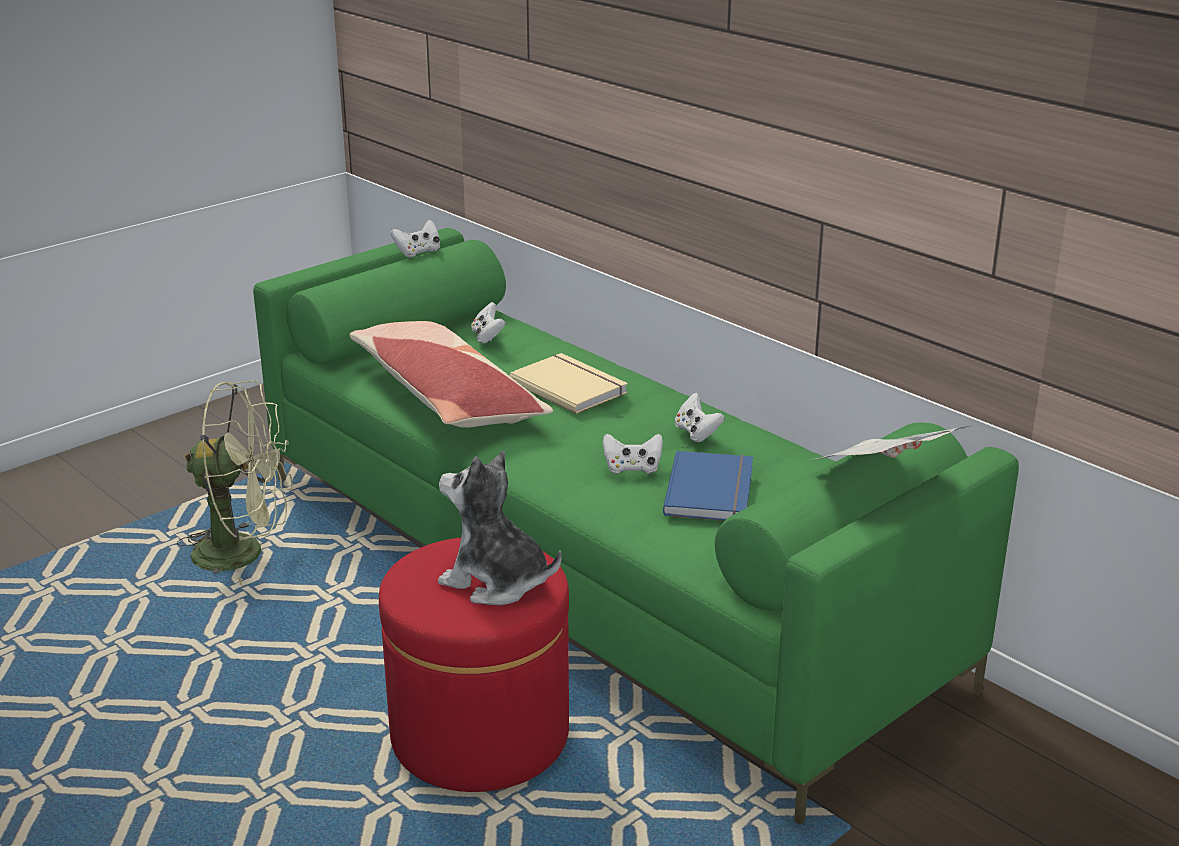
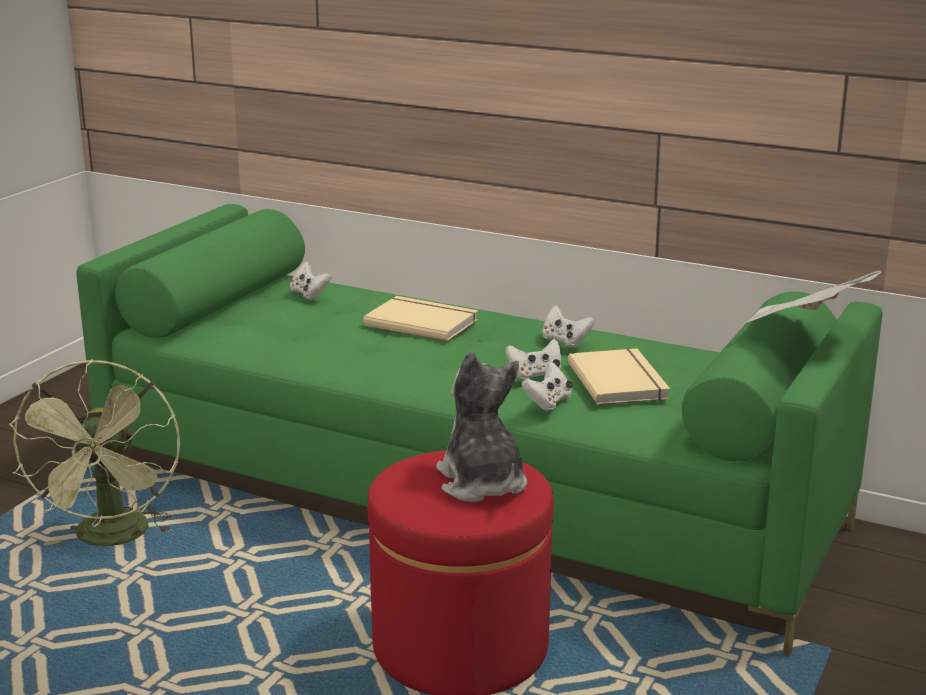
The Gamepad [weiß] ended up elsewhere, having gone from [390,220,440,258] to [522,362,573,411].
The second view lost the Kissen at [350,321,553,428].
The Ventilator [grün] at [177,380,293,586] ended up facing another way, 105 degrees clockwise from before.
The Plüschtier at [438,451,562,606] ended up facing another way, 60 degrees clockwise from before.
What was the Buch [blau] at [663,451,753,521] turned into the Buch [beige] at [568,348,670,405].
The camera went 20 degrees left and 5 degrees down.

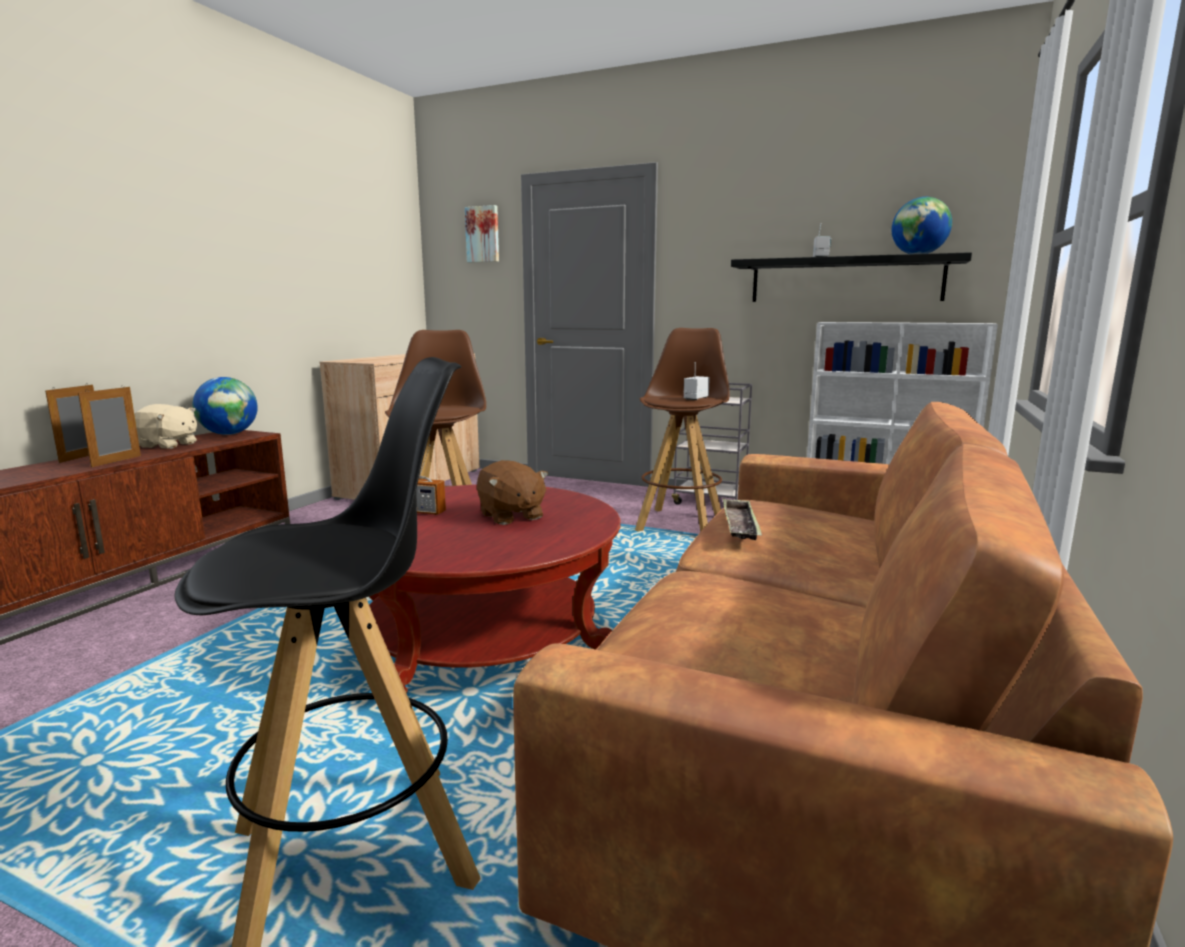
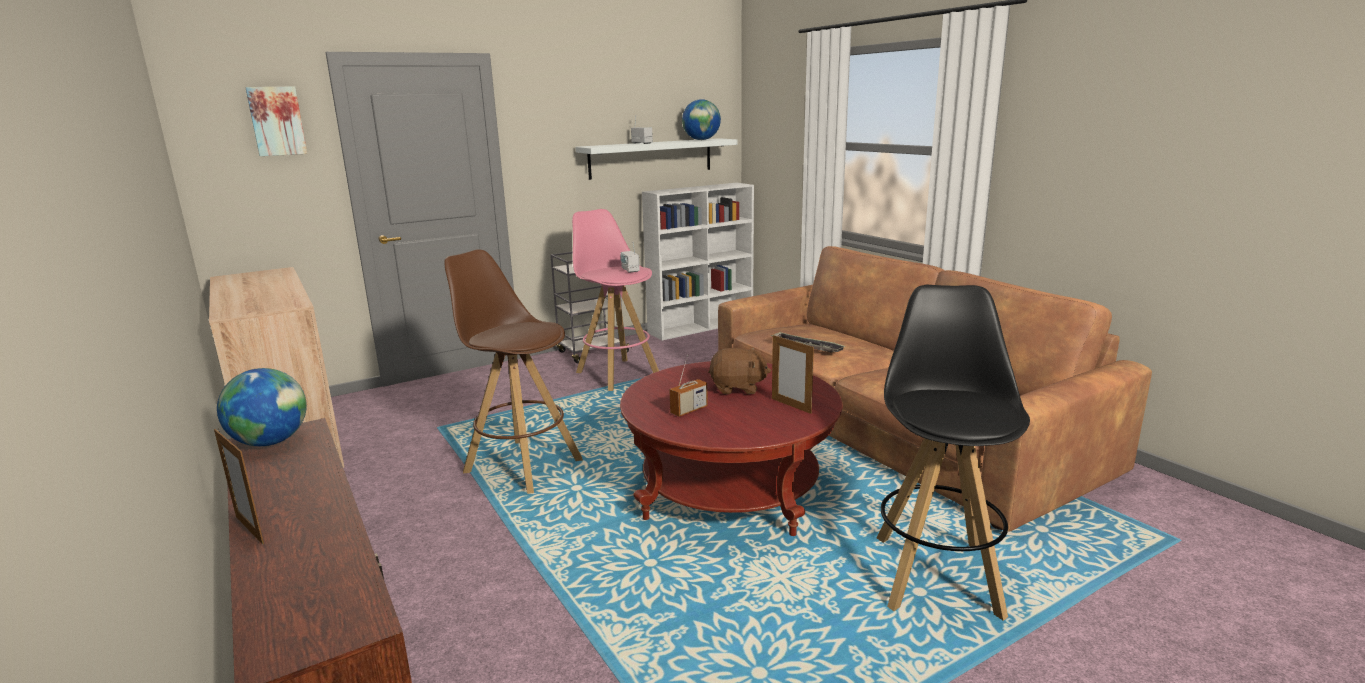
What was the Wandregal [schwarz] at [731,252,972,302] turned into the Wandregal [weiß] at [576,138,737,180].
What was the Hocker [braun] at [635,328,730,532] turned into the Hocker [rosa] at [572,209,659,391].
The Bilderrahmen ended up elsewhere, having gone from [78,385,141,467] to [772,335,814,414].
The second view lost the Plüschtier [beige] at [134,404,197,449].
The camera went 55 degrees left and 5 degrees up.

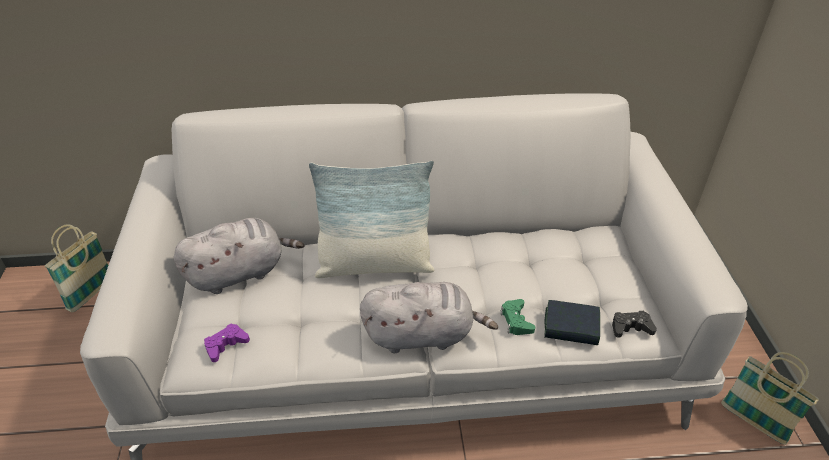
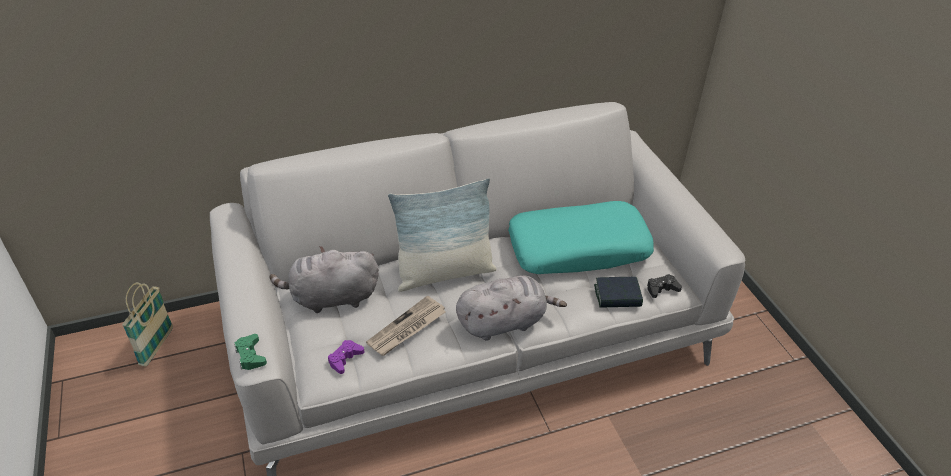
The Plüschtier [grau] at [174,218,305,294] ended up facing another way, 150 degrees counterclockwise from before.
The Gamepad [grün] ended up elsewhere, having gone from [500,299,535,335] to [234,334,267,370].
The second view lost the Korb at [721,352,819,445].
The second view gained the Kissen [türkis] at [508,201,654,274].
The second view gained the Zeitung at [366,296,446,356].
The camera went 15 degrees left and 0 degrees up.

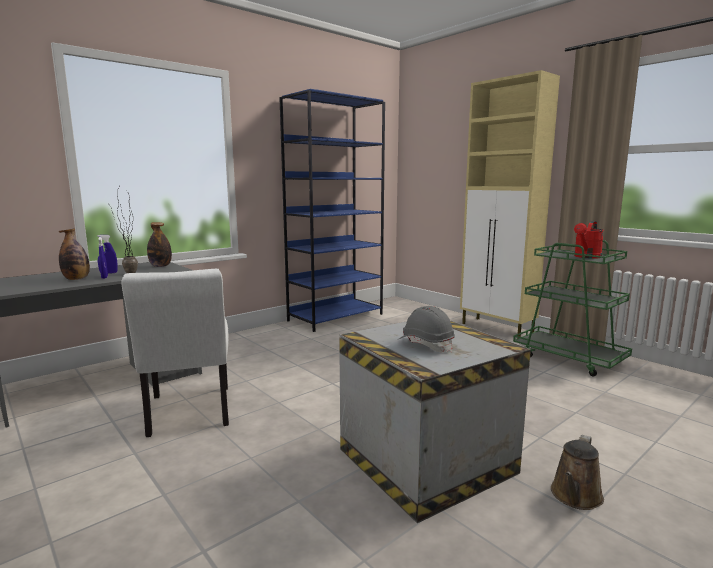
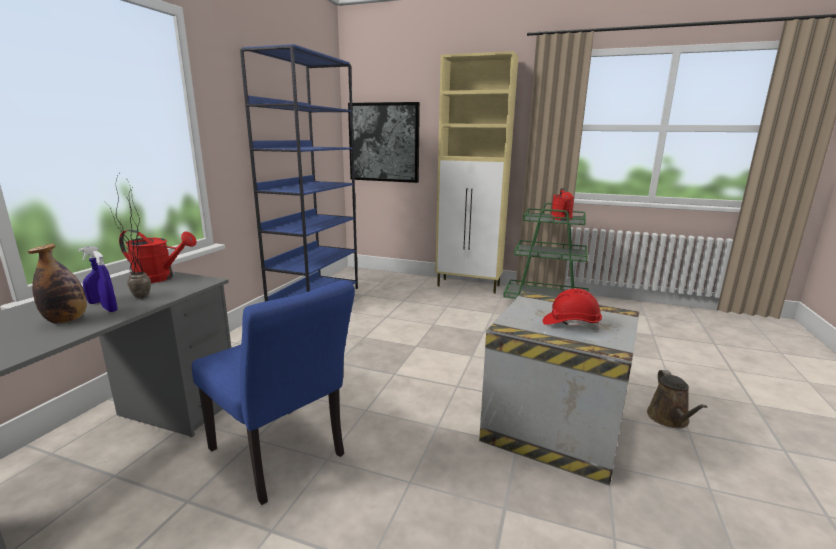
Where the Flasche stood at [147,222,172,267], the Gießkanne [rot] came to stand at [119,230,197,283].
What was the Stuhl [weiß] at [121,269,229,437] turned into the Stuhl [blau] at [192,280,355,505].
What was the Schutzhelm [grau] at [399,306,455,352] turned into the Schutzhelm [rot] at [543,288,602,330].
The second view gained the Bild at [348,102,420,183].
The camera went 30 degrees left and 5 degrees up.

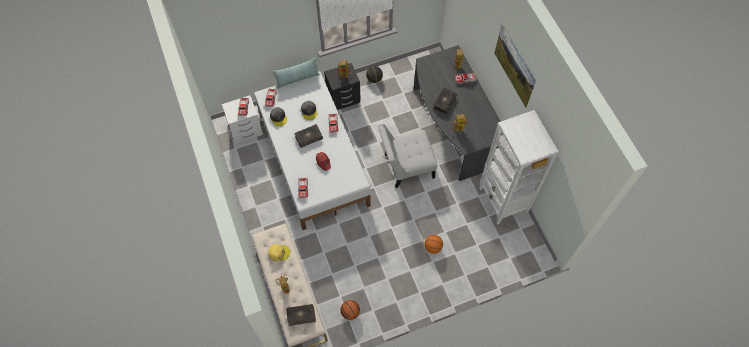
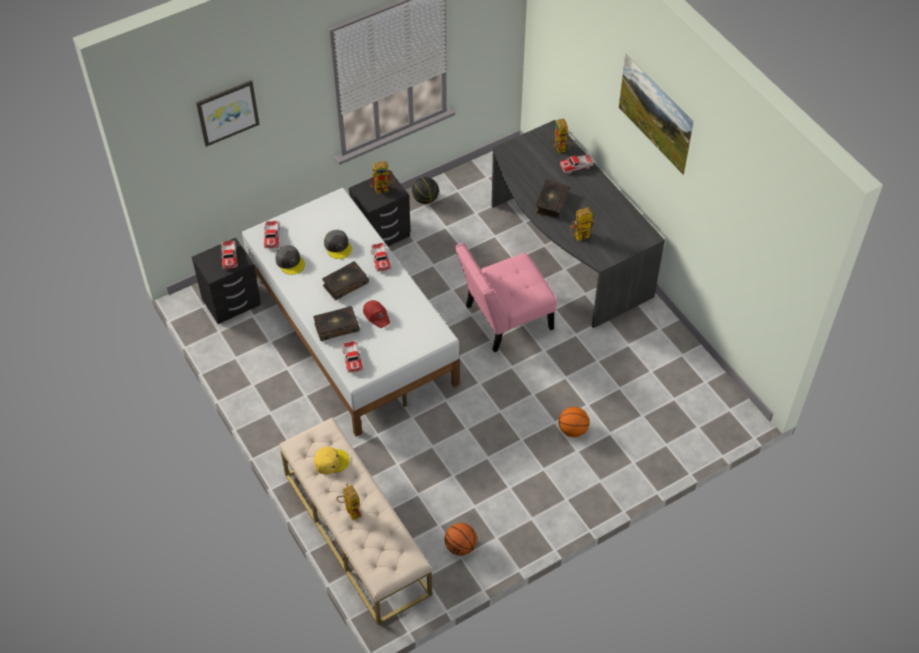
The second view lost the Kissen at [272,57,320,89].
What was the Nachttisch [weiß] at [222,95,263,144] turned into the Nachttisch [schwarz] at [192,238,261,324].
The second view lost the Bücherregal [weiß] at [479,110,559,225].
What was the Stuhl [weiß] at [378,124,437,188] turned into the Stuhl [rosa] at [455,243,557,352].
The Buch ended up elsewhere, having gone from [286,304,316,326] to [313,306,360,341].
The second view gained the Bild at [196,80,260,147].
The camera went 10 degrees left and 10 degrees down.

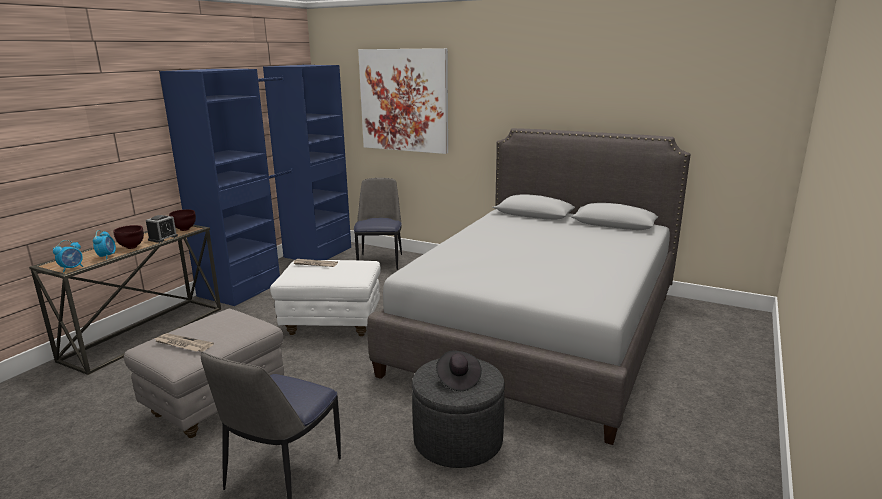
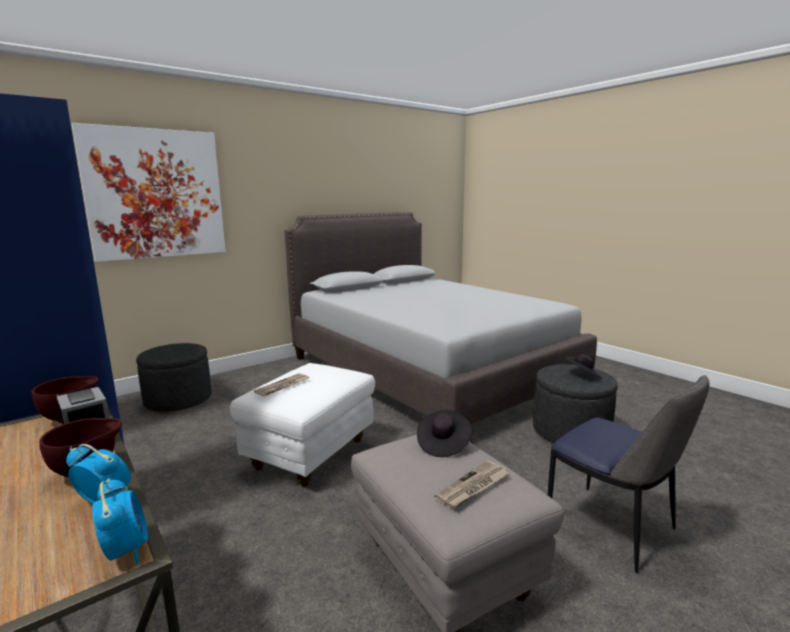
Where the Stuhl stood at [354,178,402,270], the Polsterhocker [grau] came to stand at [136,343,212,412].
The second view gained the Hut [schwarz] at [417,410,472,457].
The camera went 65 degrees left and 5 degrees down.

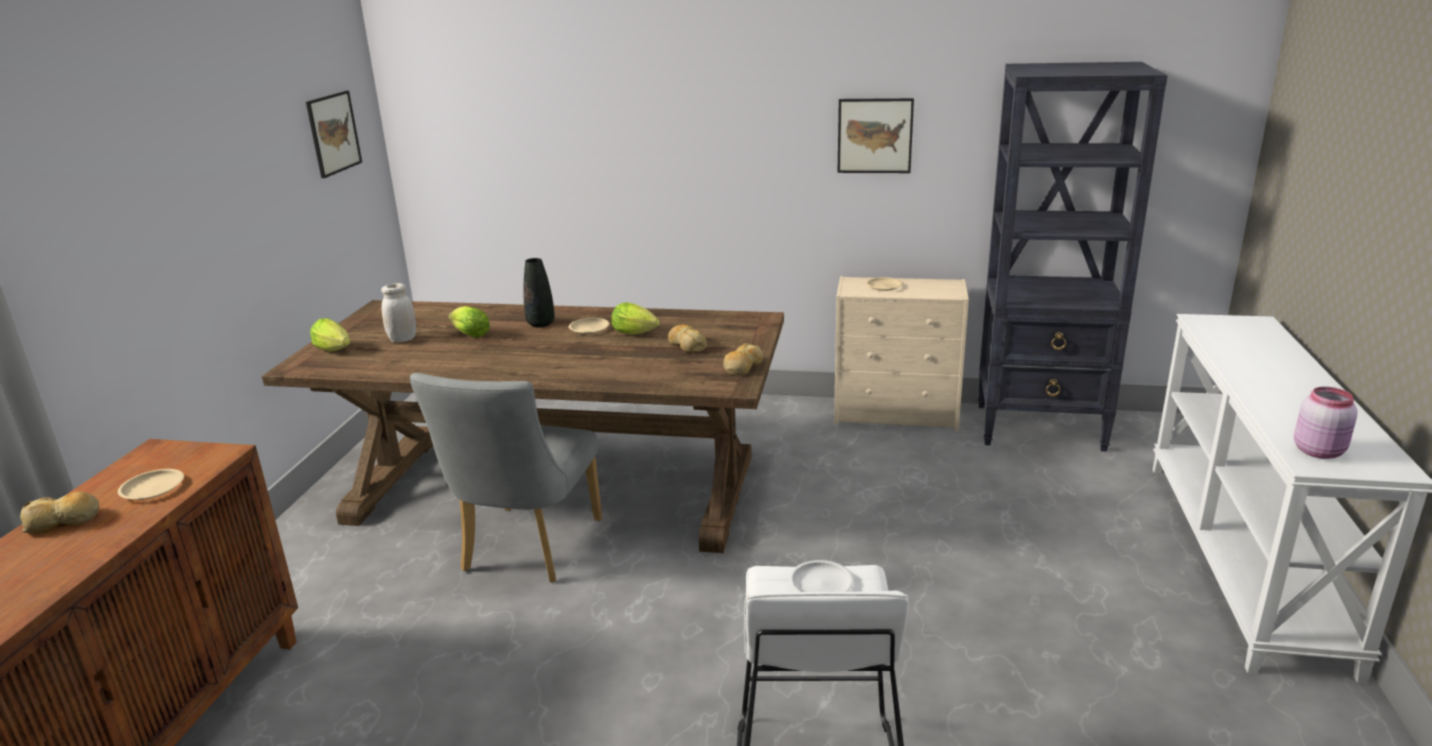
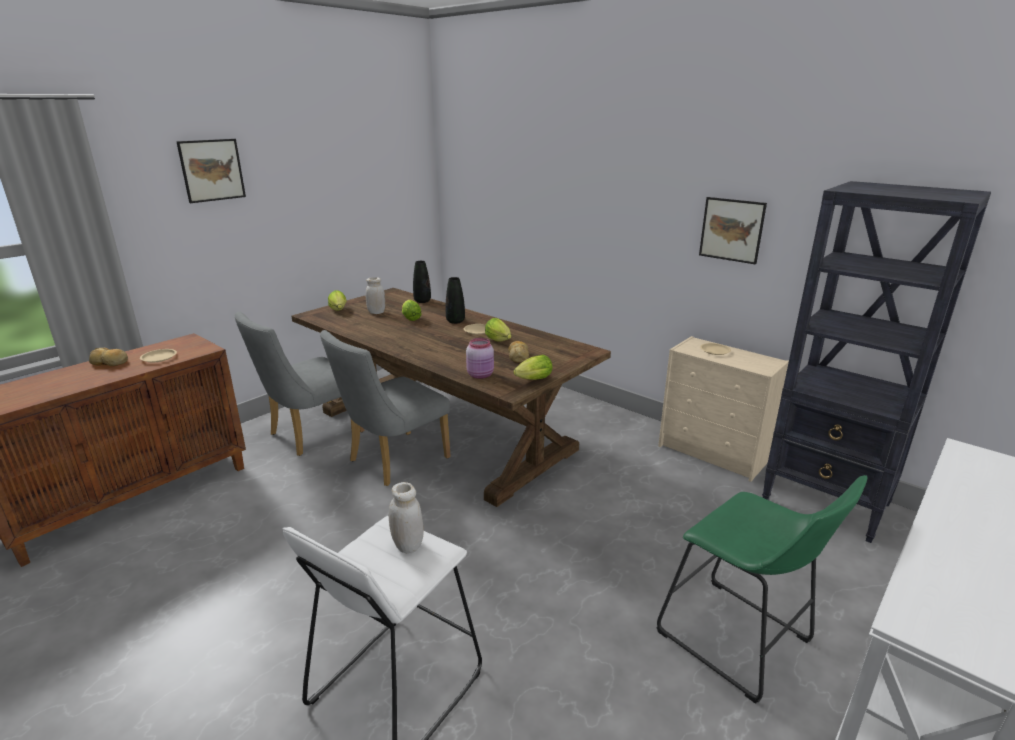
The Bild ended up elsewhere, having gone from [306,91,362,178] to [176,139,246,203].
Where the Brot stood at [724,343,763,376], the Salatkopf came to stand at [513,355,552,380].
The Vorratsglas [rosa] ended up elsewhere, having gone from [1294,387,1357,459] to [466,338,494,379].
Where the Teller [weiß] stood at [789,560,854,592], the Vorratsglas [weiß] came to stand at [389,482,424,554].
The second view gained the Vase [schwarz] at [413,261,431,303].
The second view gained the Stuhl [grau] at [234,311,365,456].
The second view gained the Hocker [grün] at [656,475,867,704].
The camera went 30 degrees right and 0 degrees up.

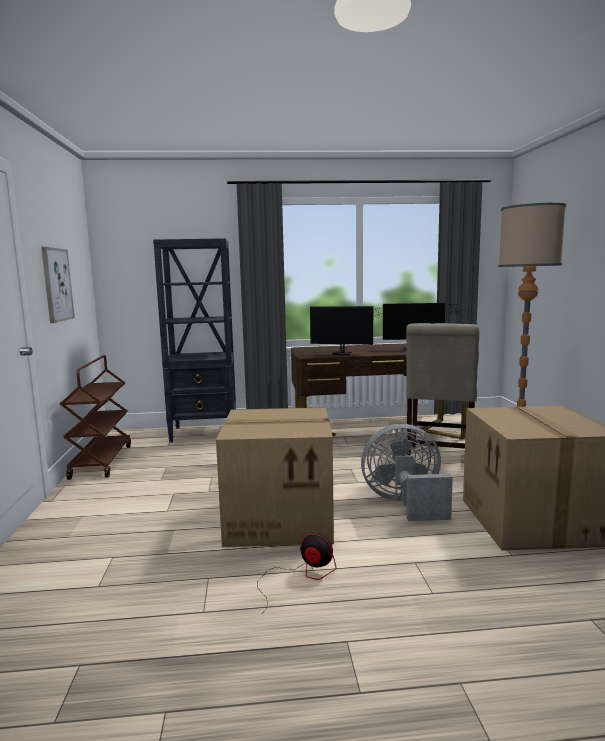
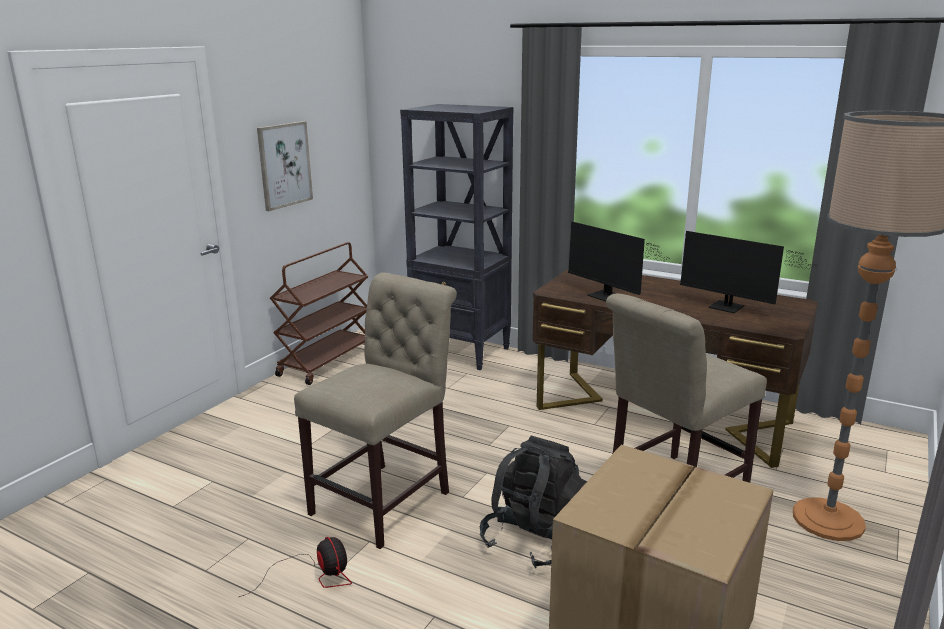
Where the Karton stood at [216,407,334,547], the Stuhl [beige] came to stand at [294,273,457,549].
Where the Ventilator [grau] stood at [361,424,453,521], the Rucksack [schwarz] came to stand at [480,436,587,568].
The camera went 35 degrees right and 10 degrees up.

